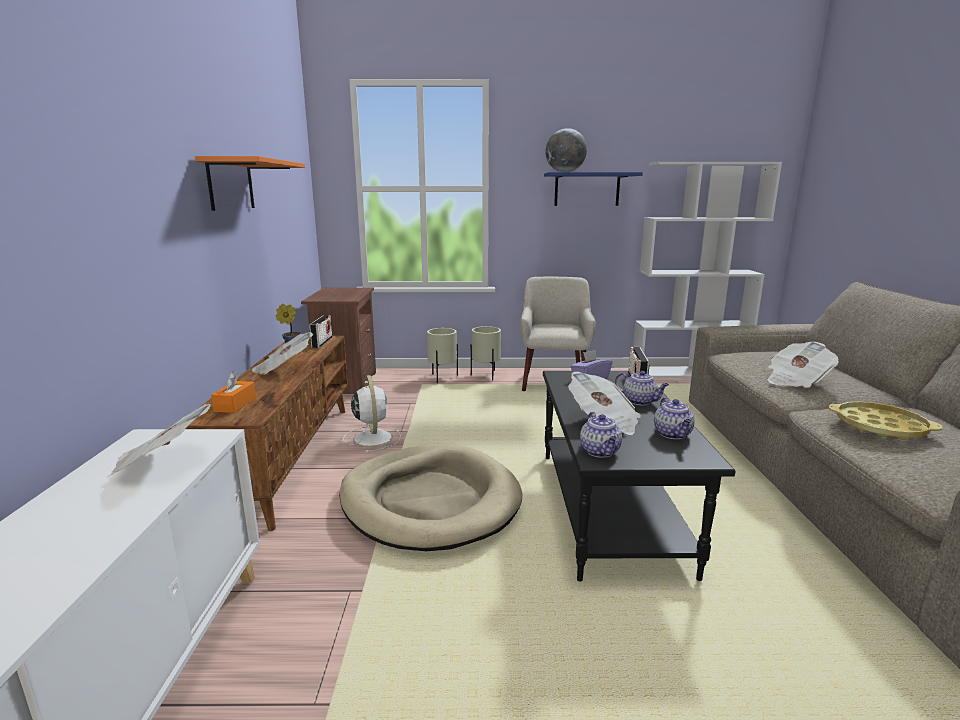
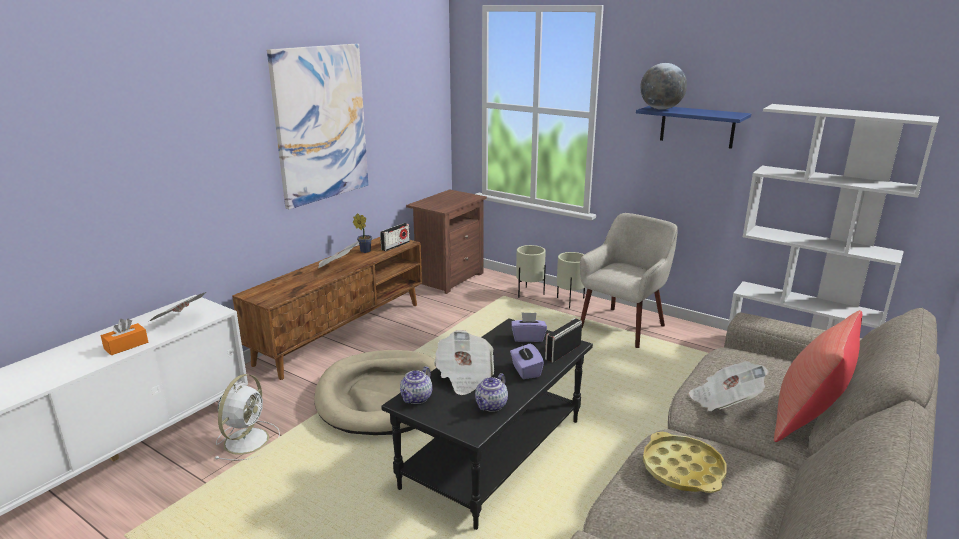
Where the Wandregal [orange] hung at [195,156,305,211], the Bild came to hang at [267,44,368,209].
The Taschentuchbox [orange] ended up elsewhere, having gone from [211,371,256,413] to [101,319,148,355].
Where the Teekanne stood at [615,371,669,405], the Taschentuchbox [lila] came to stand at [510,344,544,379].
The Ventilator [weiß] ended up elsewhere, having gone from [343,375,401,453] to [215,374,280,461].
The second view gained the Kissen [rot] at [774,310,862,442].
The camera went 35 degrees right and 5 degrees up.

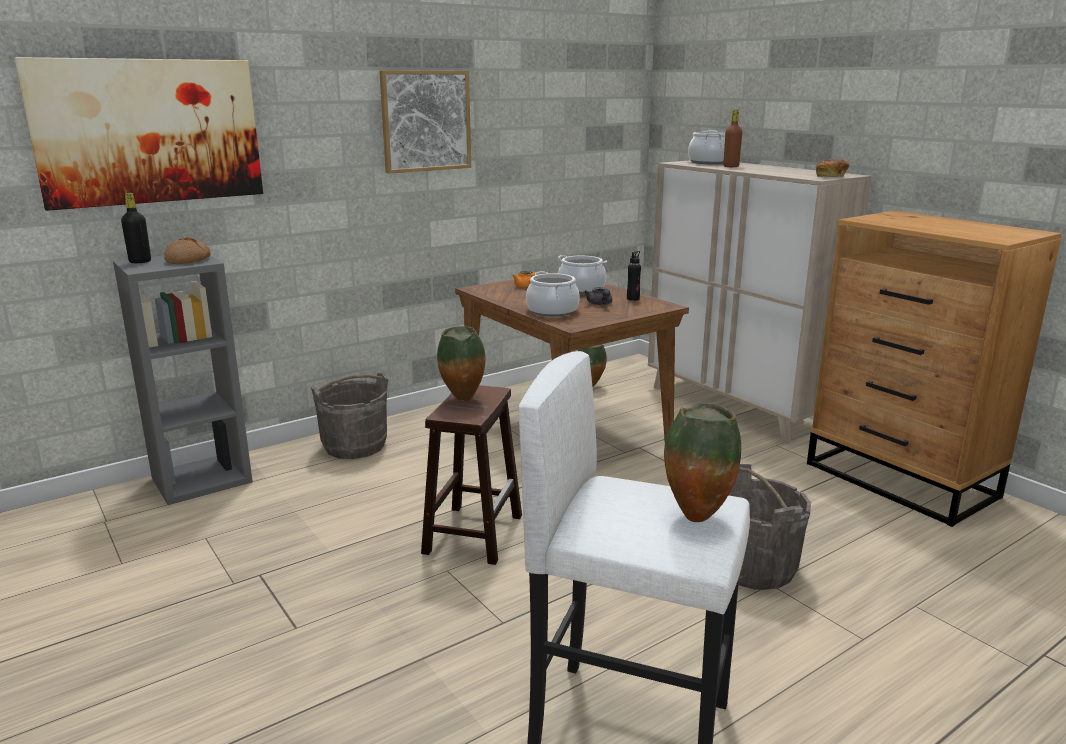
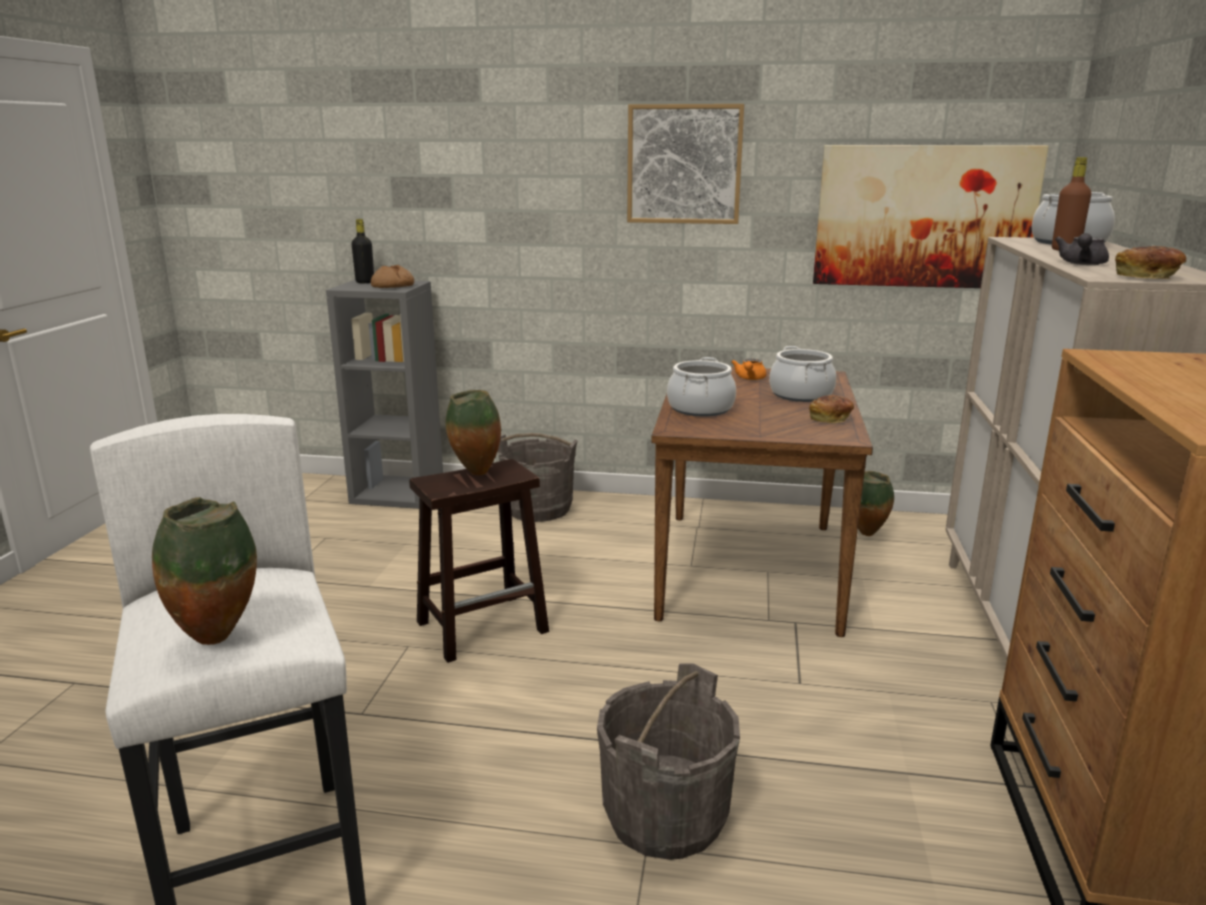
The Bild ended up elsewhere, having gone from [14,57,263,211] to [813,145,1049,288].
Where the Flasche [schwarz] stood at [627,251,641,301], the Brot came to stand at [809,395,854,423].
The Teekanne [grau] ended up elsewhere, having gone from [584,287,612,305] to [1055,233,1109,265].
The camera went 45 degrees right and 0 degrees up.

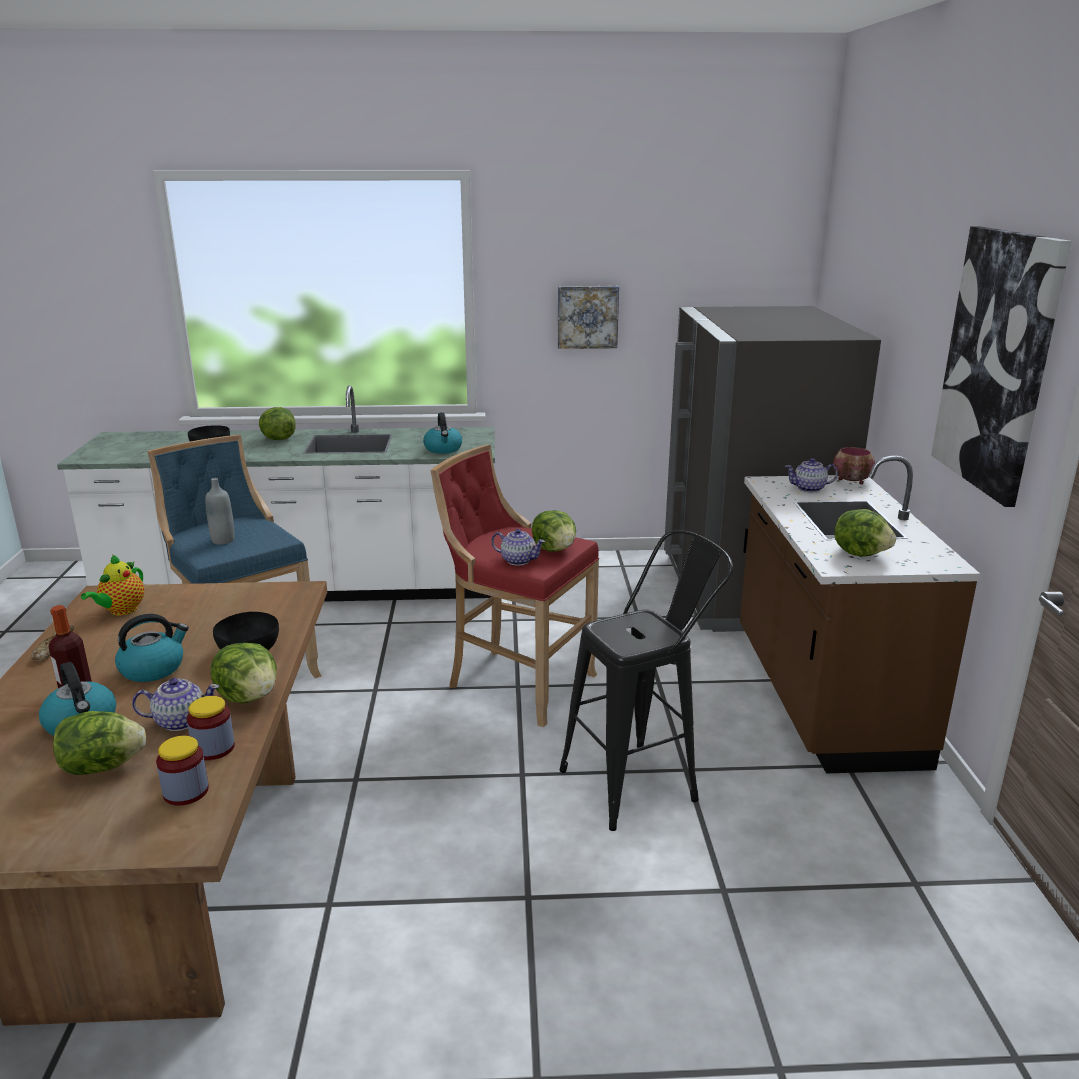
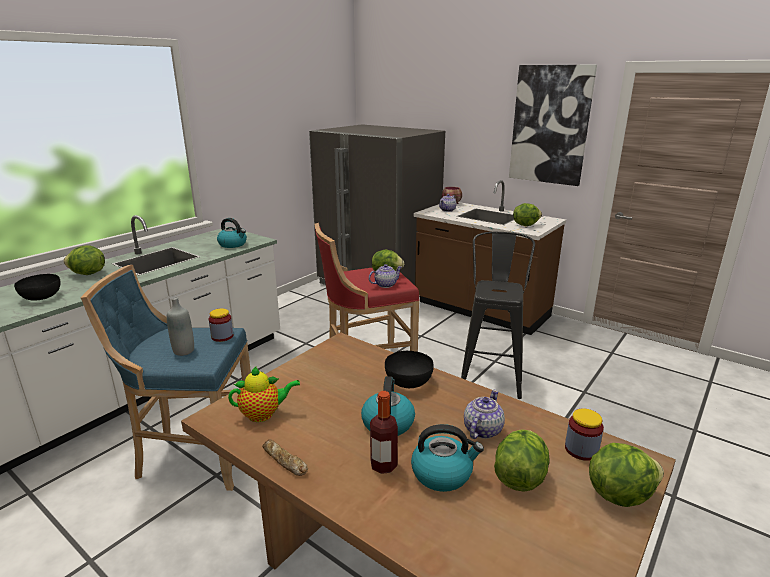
The second view lost the Bild at [558,286,619,349].
The Teekanne at [81,555,144,616] ended up facing another way, 75 degrees counterclockwise from before.
The Salatkopf ended up elsewhere, having gone from [211,643,277,703] to [589,443,664,507].
The Vorratsglas ended up elsewhere, having gone from [187,696,235,760] to [209,308,233,342].
The camera went 50 degrees left and 0 degrees up.

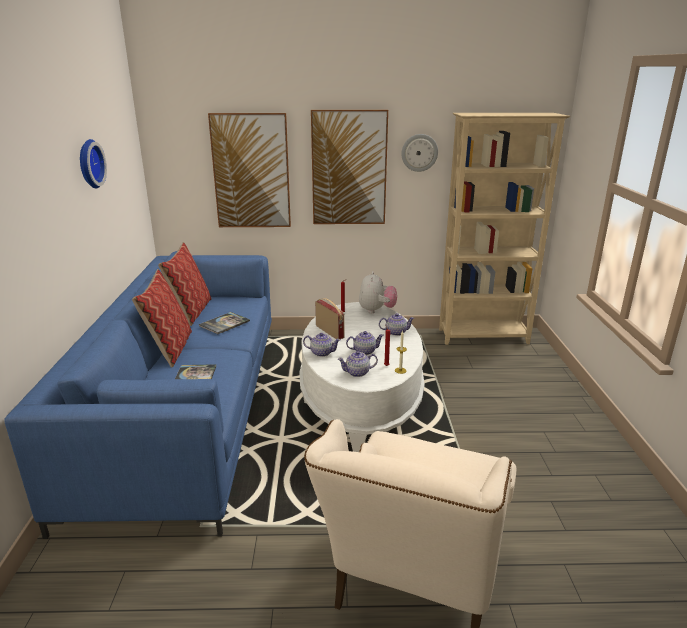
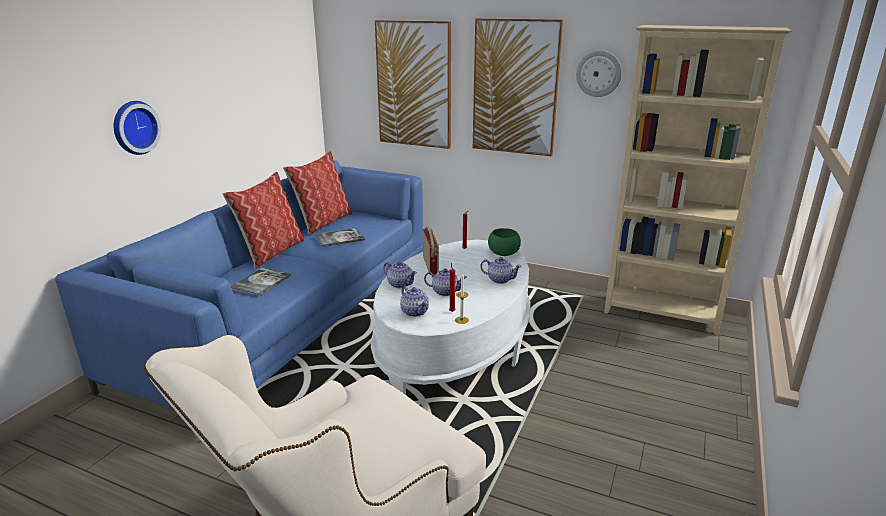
The Wanduhr ended up elsewhere, having gone from [80,139,107,188] to [114,101,161,155].
Where the Plüschtier stood at [359,271,397,313], the Schüssel [grün] came to stand at [488,228,521,256].
The Teekanne at [338,351,378,377] ended up facing another way, 135 degrees counterclockwise from before.
The camera went 25 degrees right and 0 degrees up.

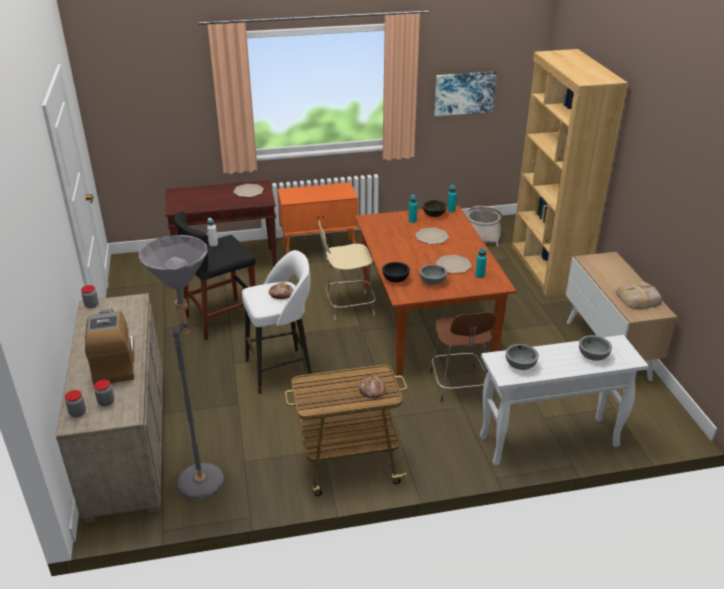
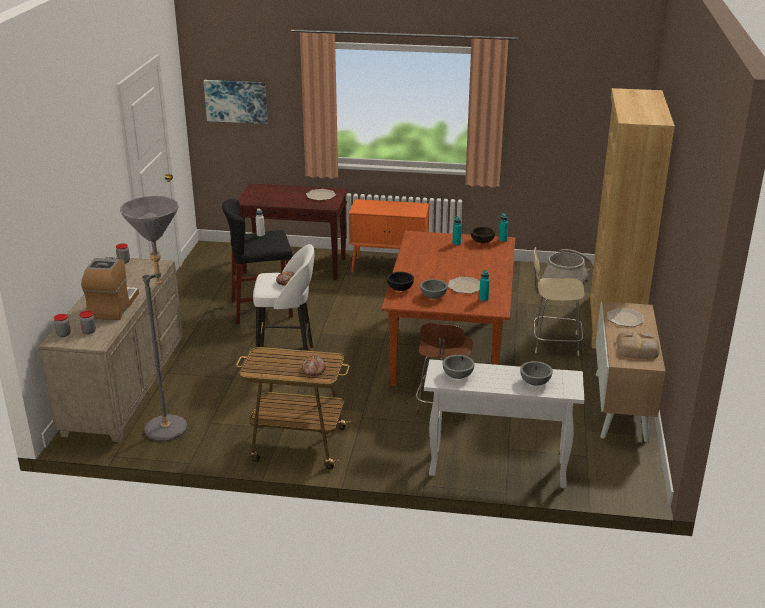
The Bild ended up elsewhere, having gone from [434,71,497,116] to [203,80,268,124].
The Stuhl [beige] ended up elsewhere, having gone from [318,221,376,320] to [534,247,585,356].
The Teller ended up elsewhere, having gone from [415,228,449,244] to [607,308,644,327].
The camera went 20 degrees right and 5 degrees down.

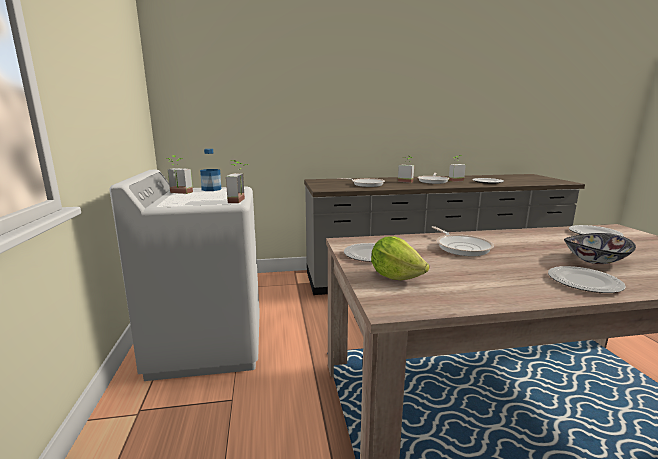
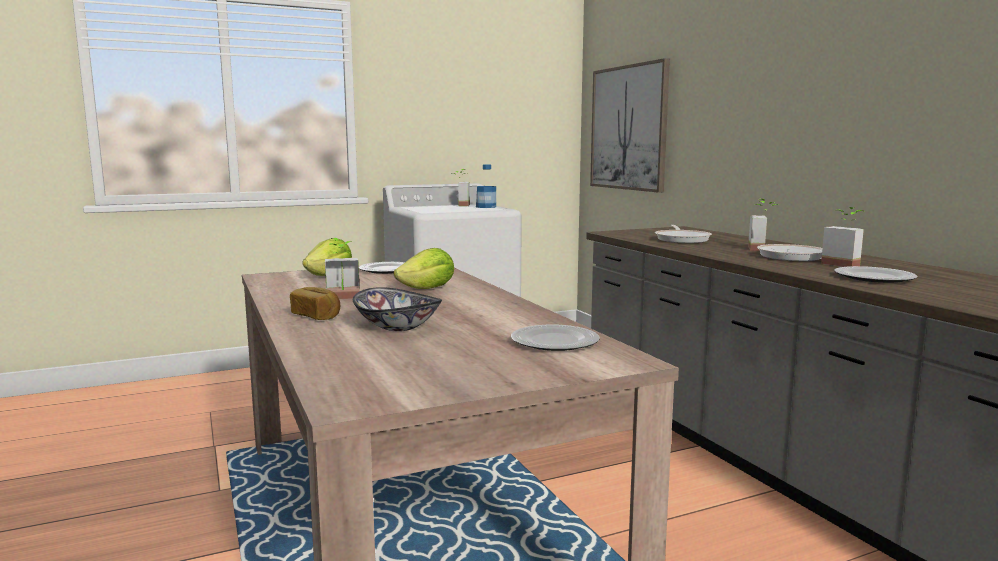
The Topfpflanze ended up elsewhere, having gone from [226,160,248,203] to [325,238,360,299].
Where the Pfanne stood at [431,226,494,256], the Salatkopf came to stand at [394,248,454,289].
Where the Teller stood at [548,266,626,293], the Brot came to stand at [290,287,340,320].
The second view gained the Bild at [590,58,670,193].
The camera went 75 degrees right and 5 degrees down.

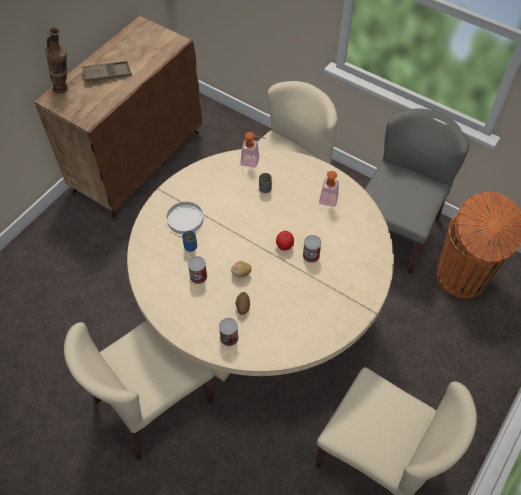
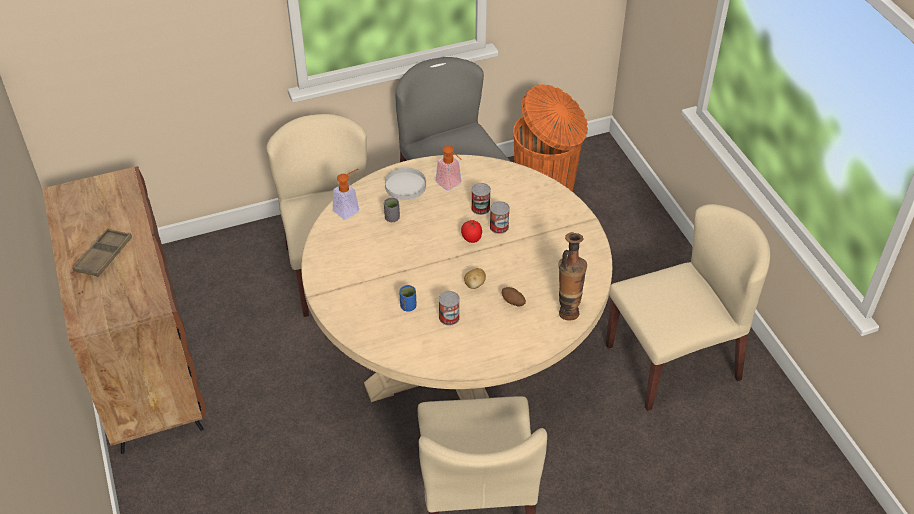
The Vase ended up elsewhere, having gone from [45,27,68,93] to [558,232,587,320].
The Teller [weiß] ended up elsewhere, having gone from [167,202,204,234] to [385,168,426,200].
The Dose ended up elsewhere, having gone from [219,318,239,346] to [471,183,491,215].
The camera went 55 degrees left and 10 degrees down.

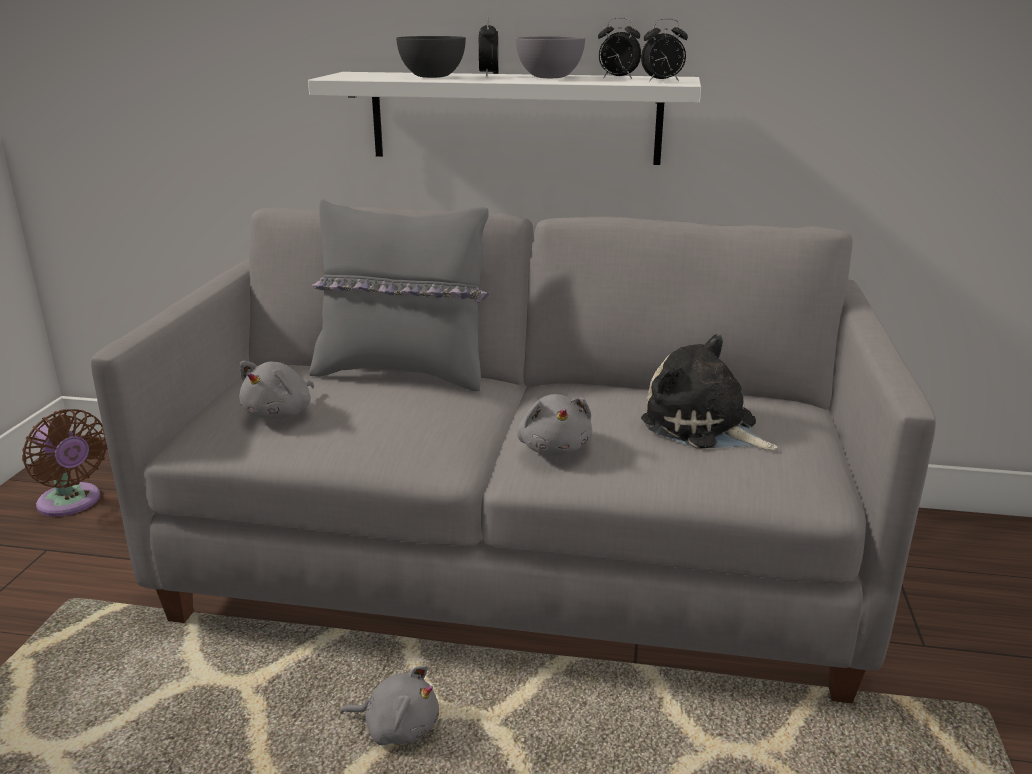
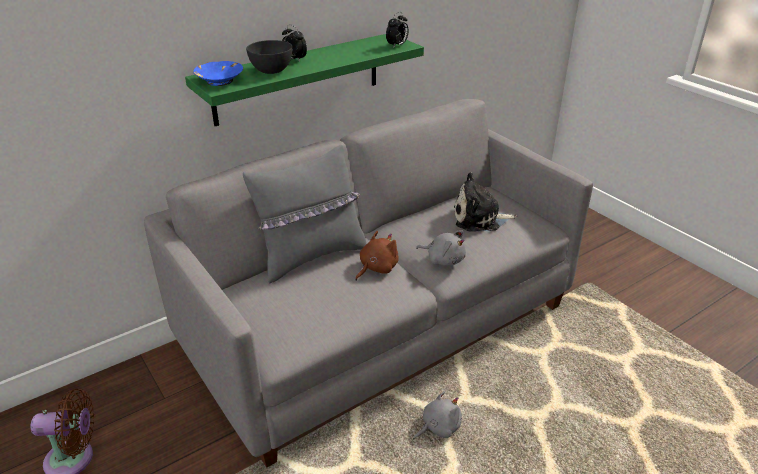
The second view lost the Wecker at [598,18,641,79].
The second view lost the Schüssel [grau] at [516,36,585,78].
What was the Wandregal [weiß] at [308,72,701,165] turned into the Wandregal [grün] at [185,34,424,126].
The second view lost the Plüschtier [grau] at [239,361,314,419].
The second view gained the Schüssel [blau] at [193,61,243,86].
The second view gained the Plüschtier [braun] at [355,231,399,281].
The camera went 45 degrees left and 10 degrees up.

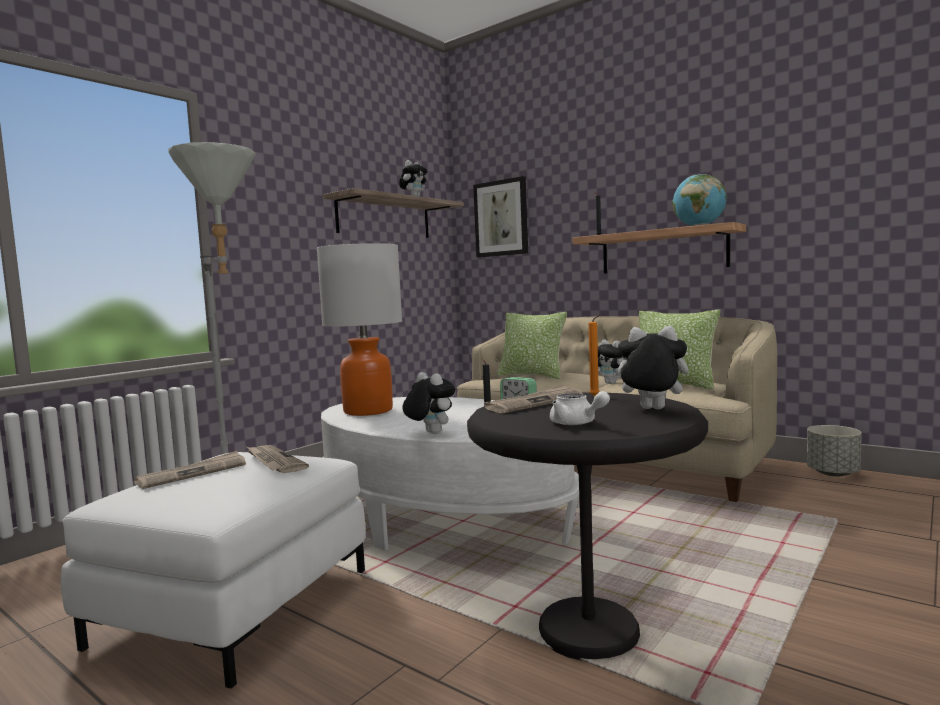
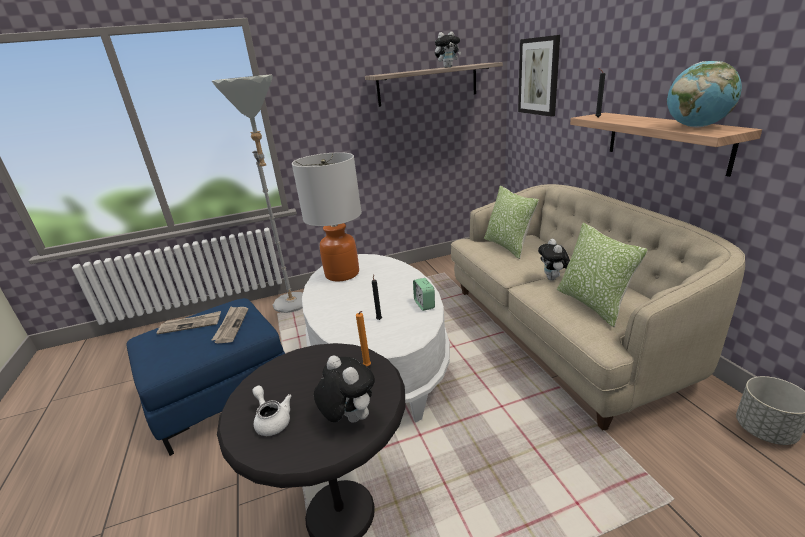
The second view lost the Plüschtier at [402,372,455,434].
The second view lost the Zeitung at [484,384,583,414].
The Teekanne [weiß] at [550,391,610,425] ended up facing another way, 150 degrees clockwise from before.
What was the Polsterhocker [weiß] at [61,452,366,688] turned into the Polsterhocker [blau] at [126,298,285,456].
The camera went 35 degrees right and 20 degrees up.

